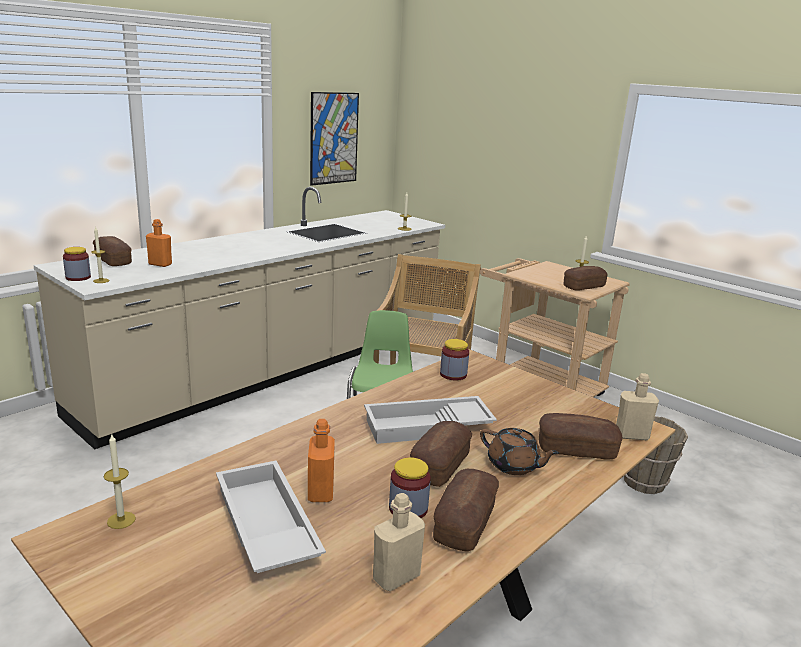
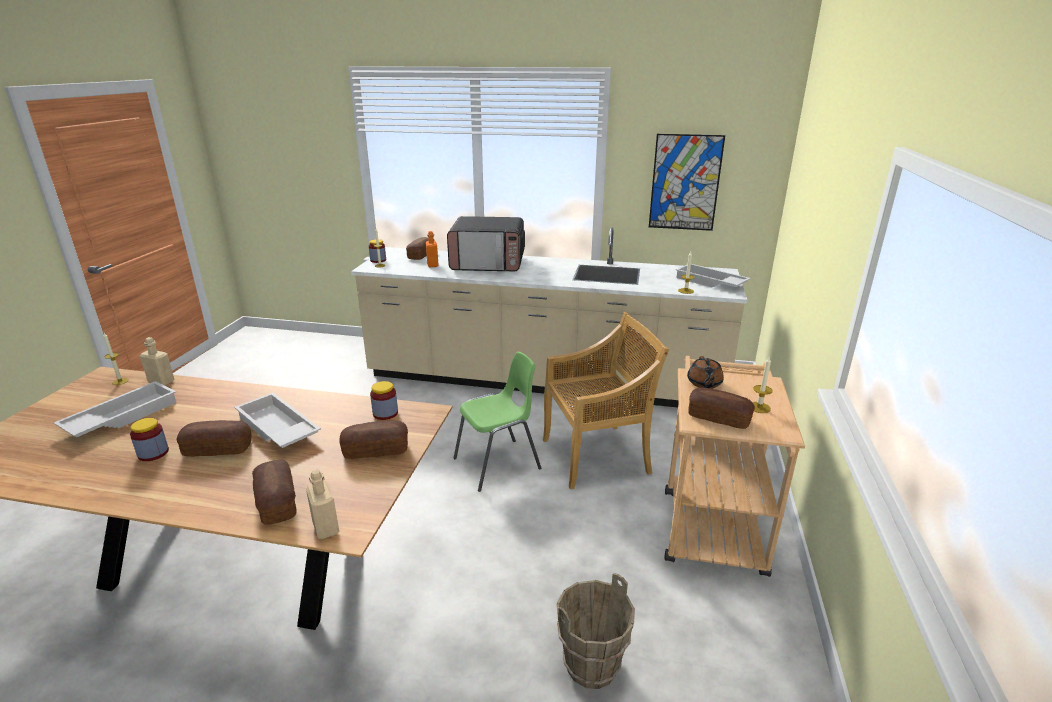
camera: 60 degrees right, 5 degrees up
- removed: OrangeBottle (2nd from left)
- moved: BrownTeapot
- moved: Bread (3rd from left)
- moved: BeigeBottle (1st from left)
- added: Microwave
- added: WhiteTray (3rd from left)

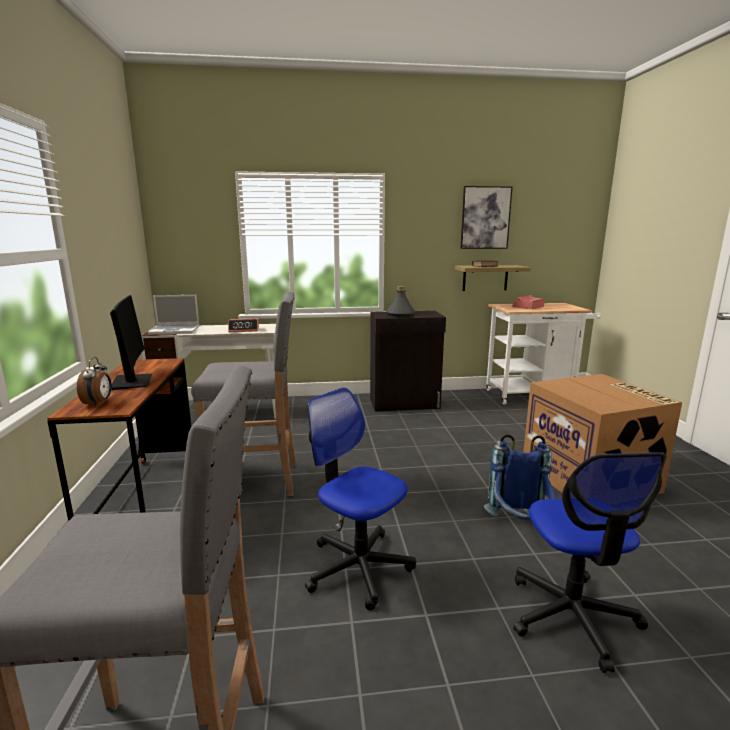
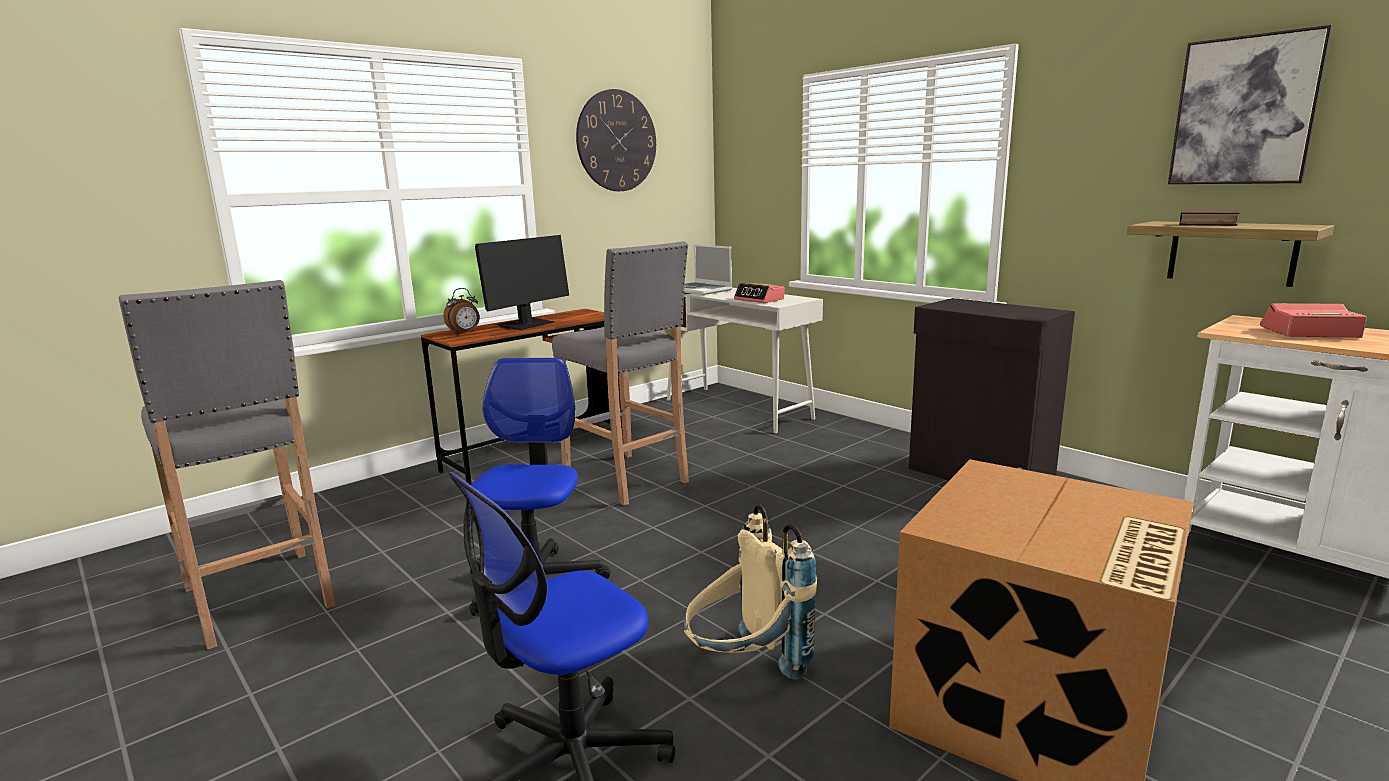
camera: 55 degrees right, 0 degrees up
- removed: GreyBottle
- recoloured: BlueBackpack to BeigeBackpack
- added: WallClock

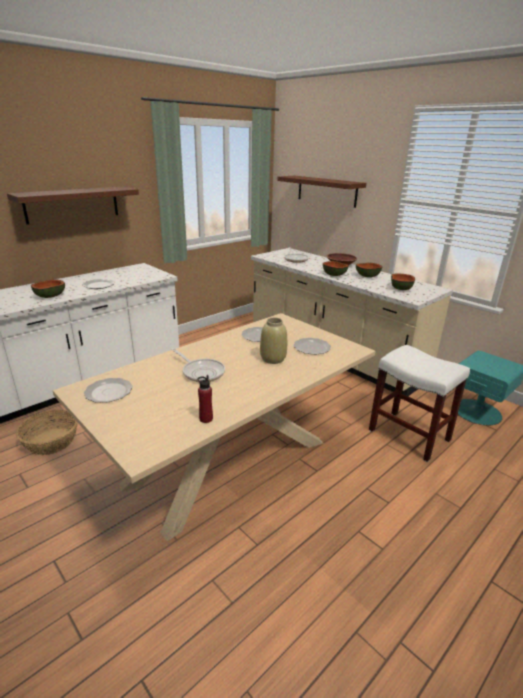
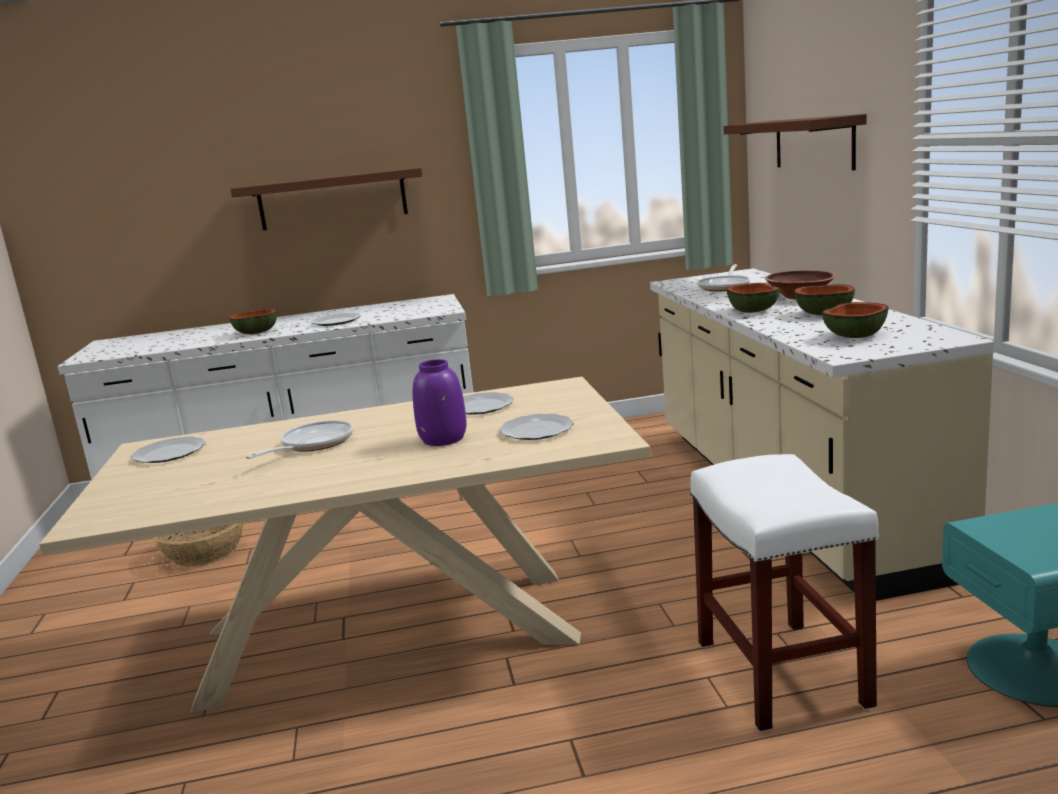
camera: 35 degrees right, 10 degrees down
- recoloured: BeigeVase to PurpleVase
- turned: FryingPan (1st from left) 135 degrees counterclockwise
- removed: RedBottle

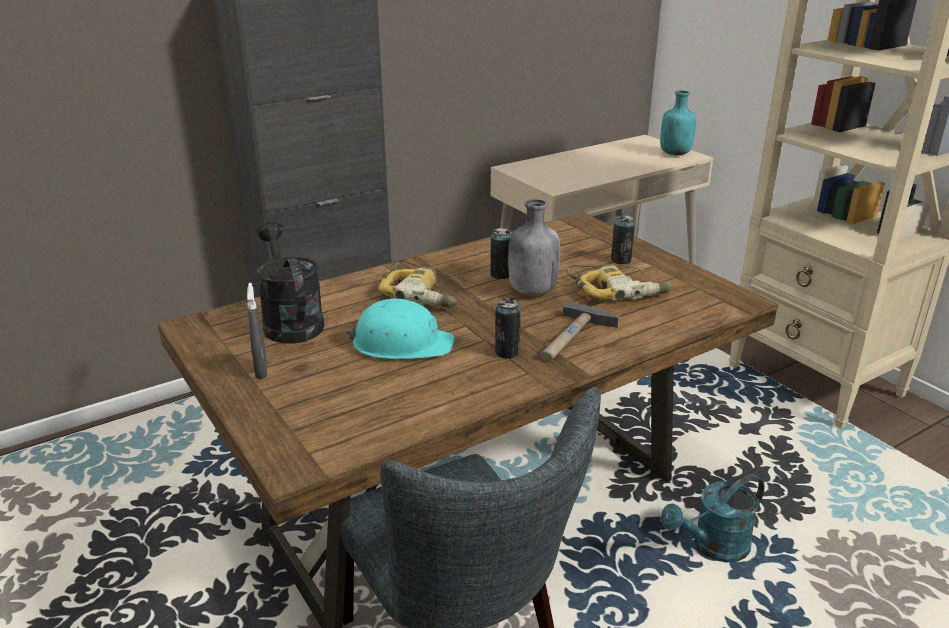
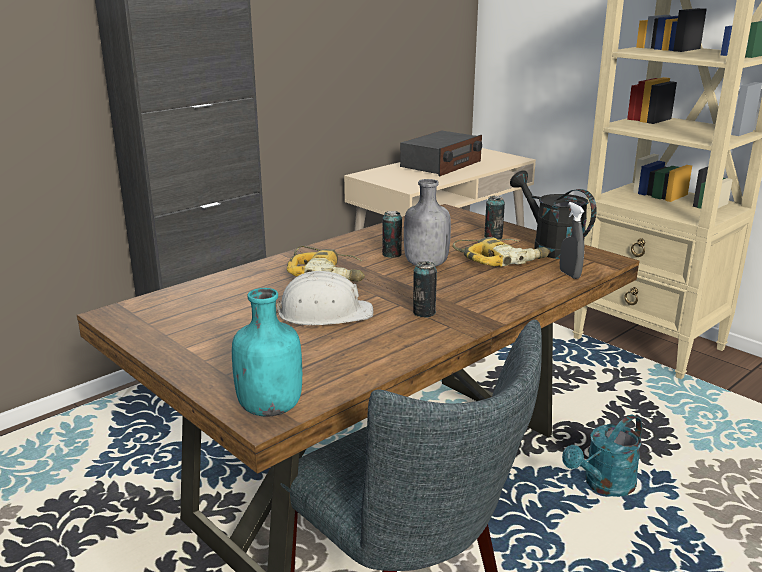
camera: 10 degrees left, 5 degrees down
- moved: TurquoiseBottle
- moved: BlackWateringCan
- moved: GreySprayBottle
- recoloured: TurquoiseHardHat to WhiteHardHat
- removed: Hammer
- added: Radio

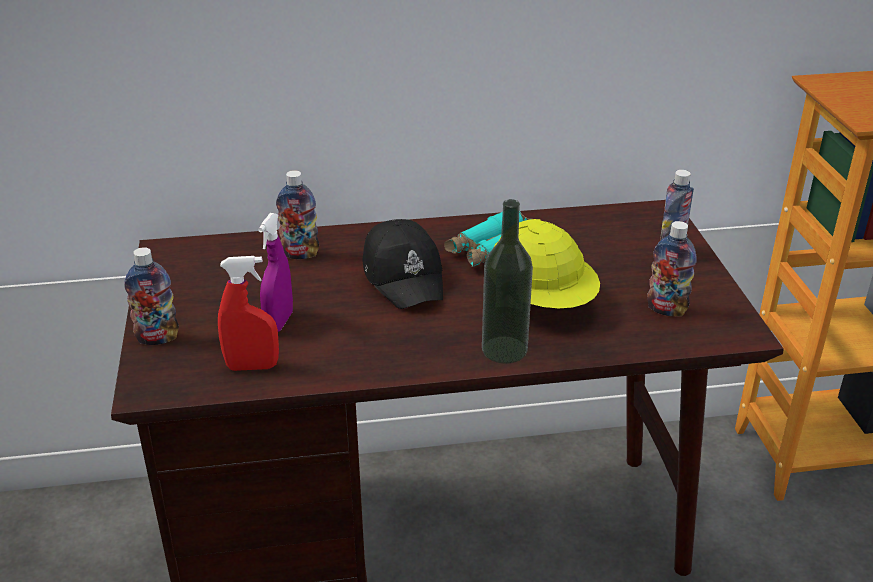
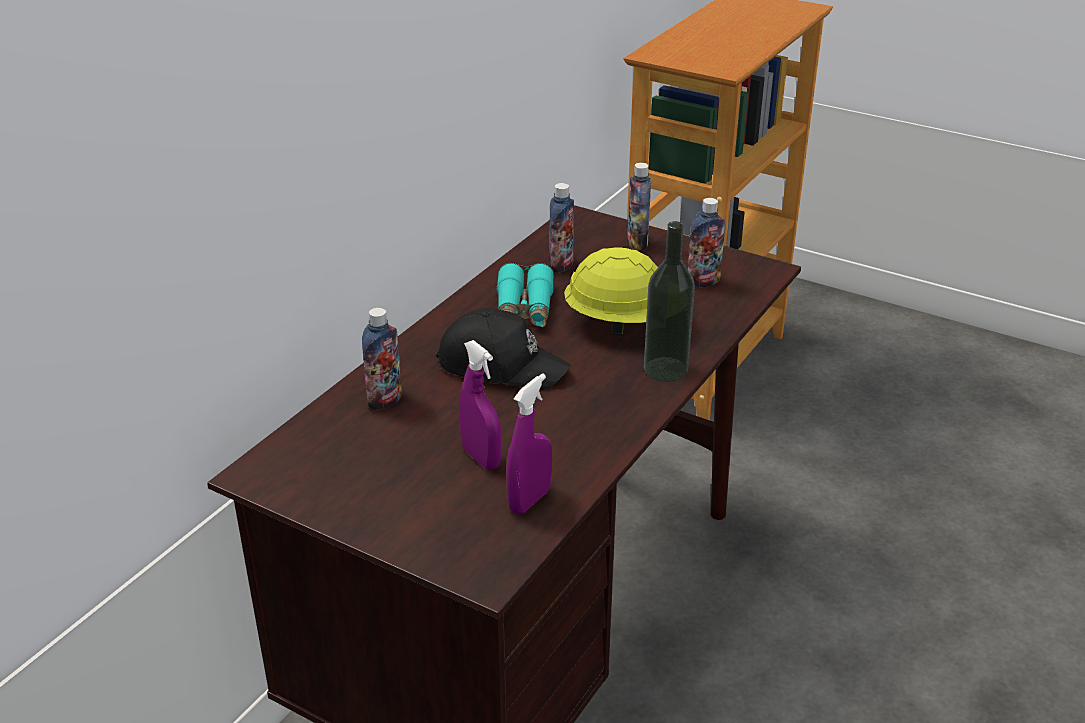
camera: 50 degrees left, 0 degrees up
- moved: Bottle (1st from left in the first image) to Bottle (2nd from left)
- recoloured: RedSprayBottle to PurpleSprayBottle (2nd from left)

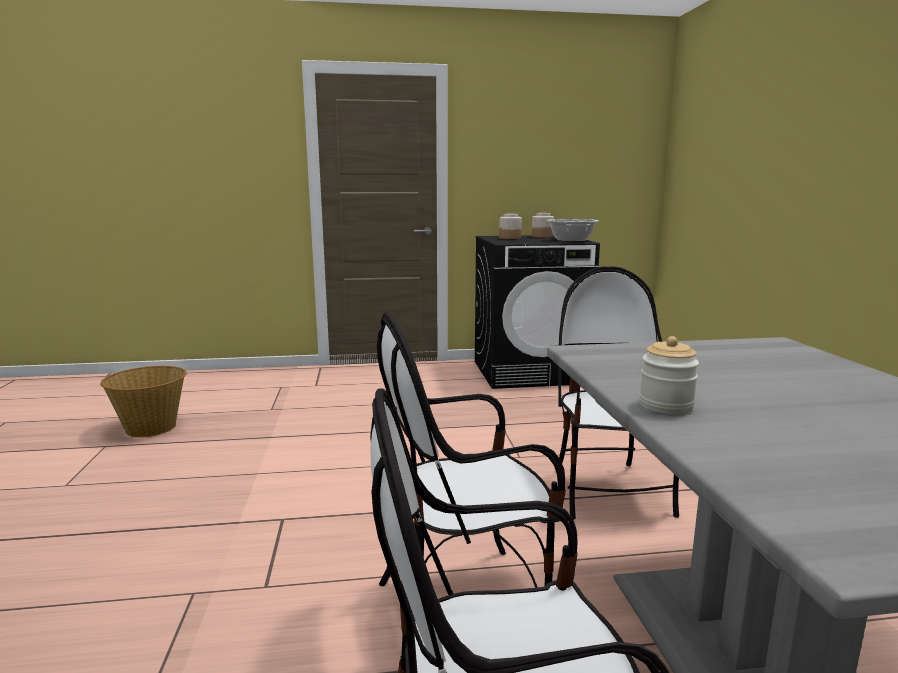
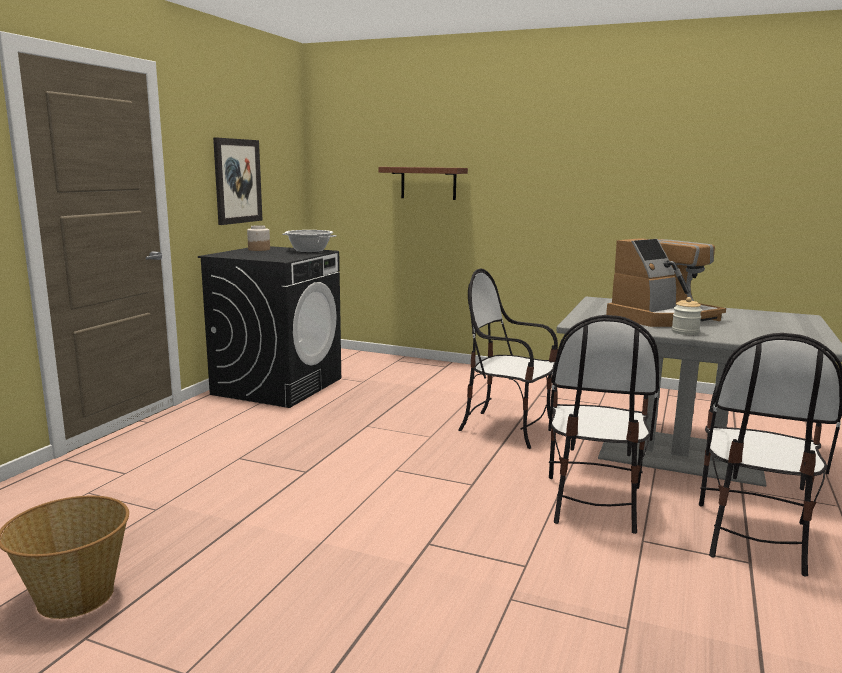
camera: 60 degrees left, 0 degrees up
- removed: Jar (1st from left)
- added: Picture
- added: BrownShelf
- added: CoffeeMachine

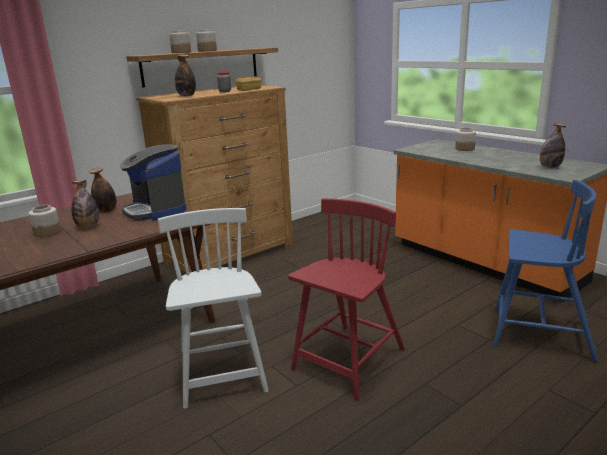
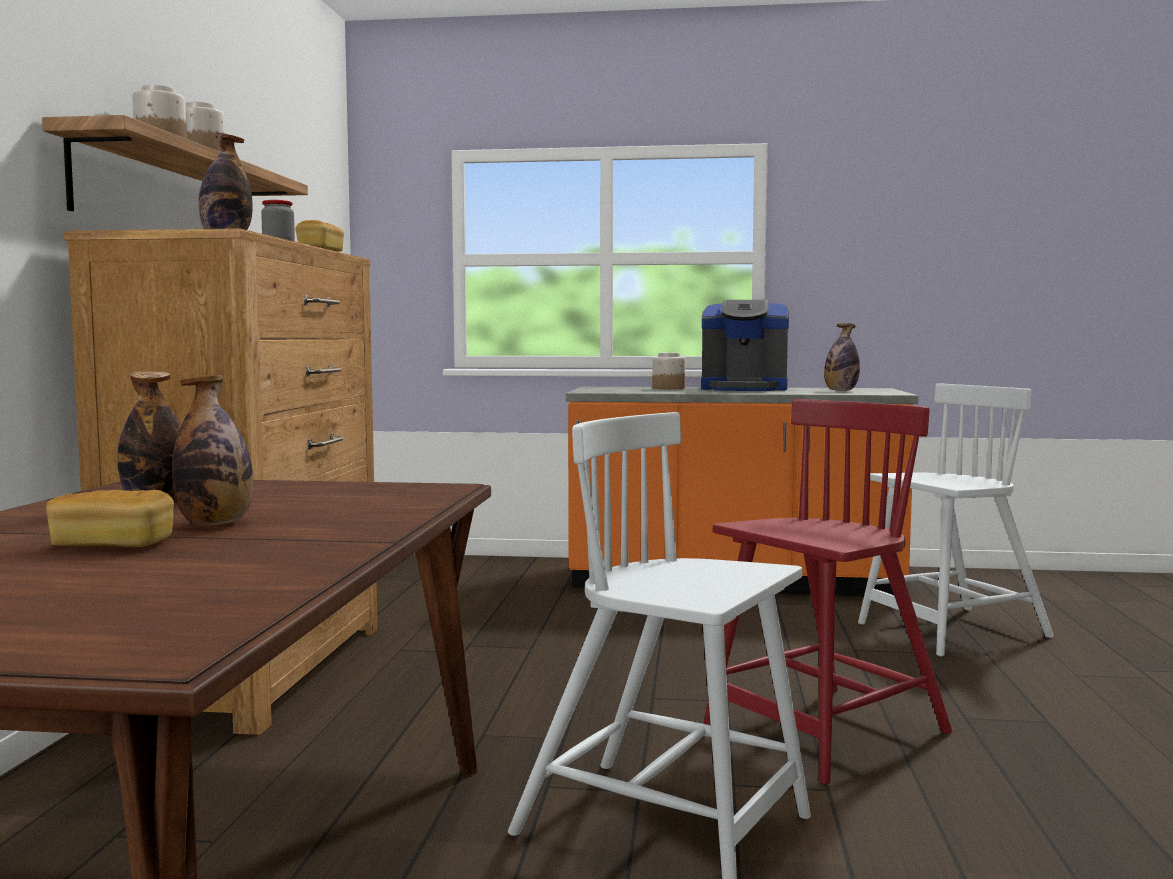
camera: 45 degrees left, 15 degrees down
- moved: CoffeeMachine
- recoloured: BlueChair to WhiteChair (2nd from left)
- turned: RedChair 60 degrees clockwise
- replaced: Jar (1st from left) to Bread (1st from left)

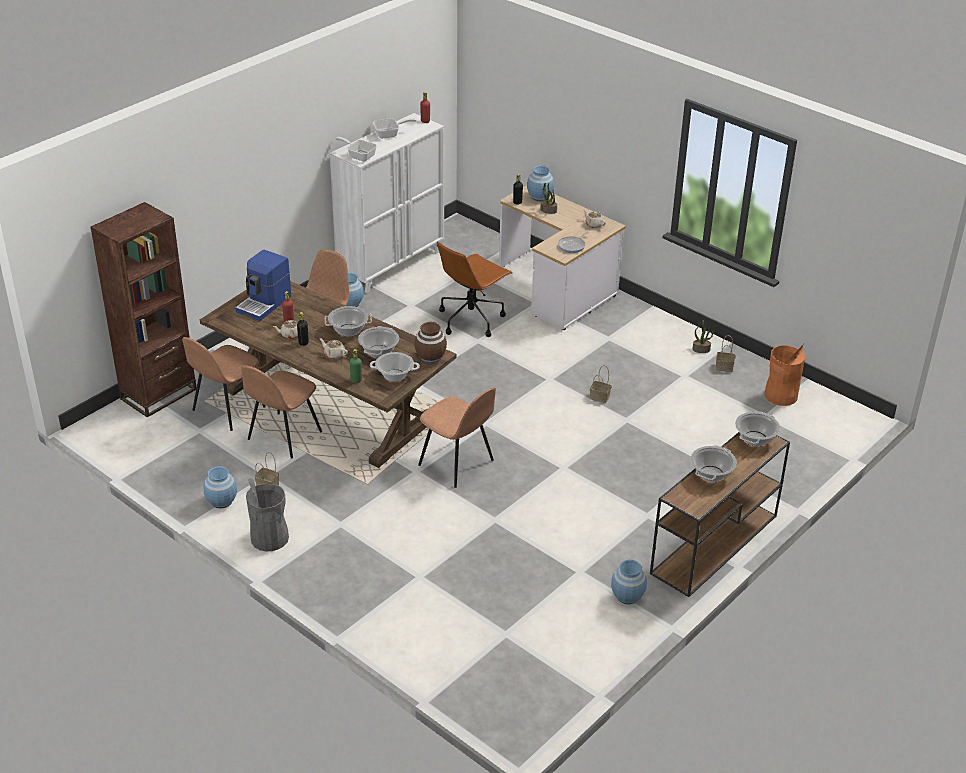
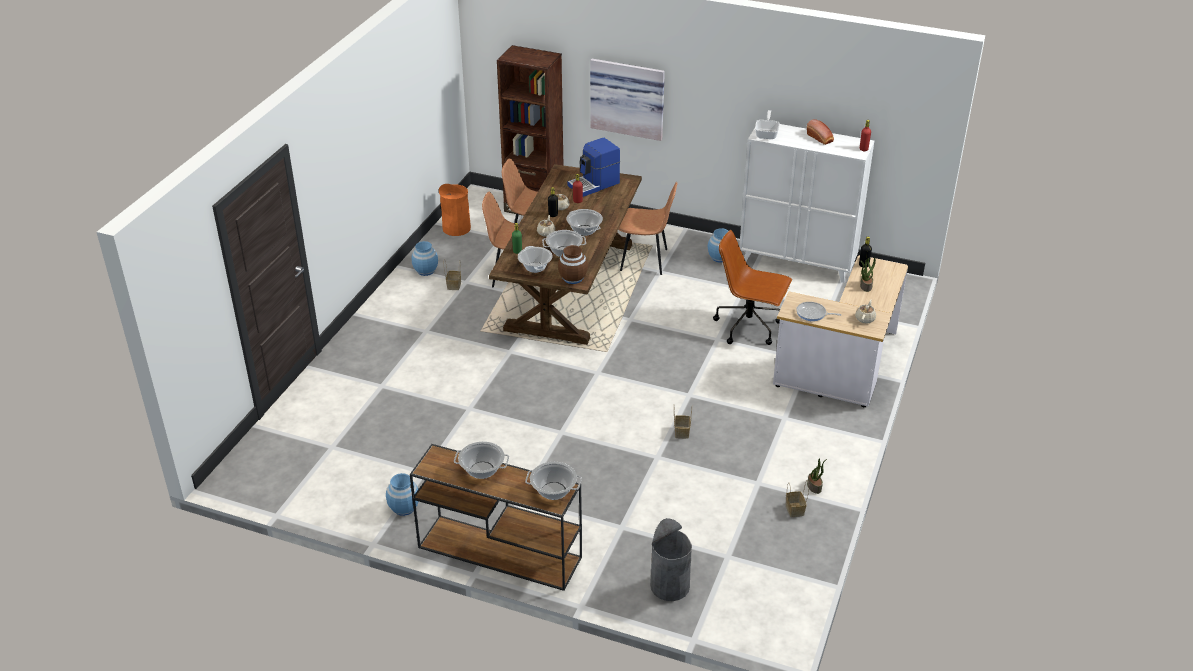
camera: 70 degrees right, 0 degrees up
- replaced: FryingPan (2nd from left) to Bread
- removed: BlueVase (3rd from left)
- turned: CoffeeMachine 45 degrees counterclockwise
- moved: OrangeTrashCan
- removed: BrownChair (4th from left)
- moved: GreyTrashCan
- added: Picture

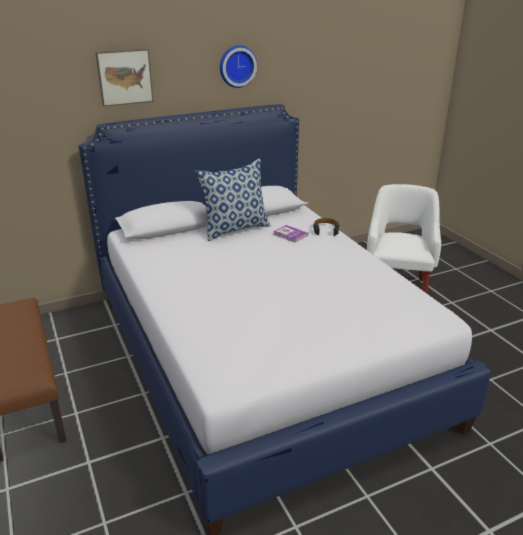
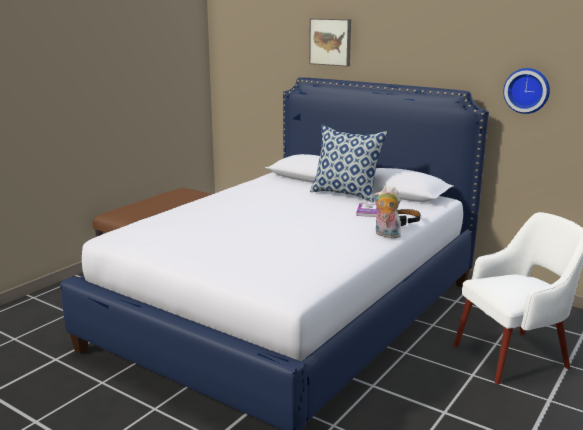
camera: 60 degrees right, 10 degrees down
- moved: WallClock
- added: PlushToy

